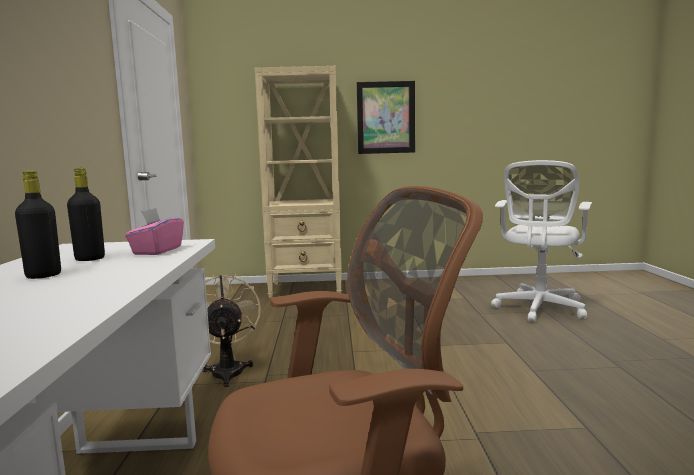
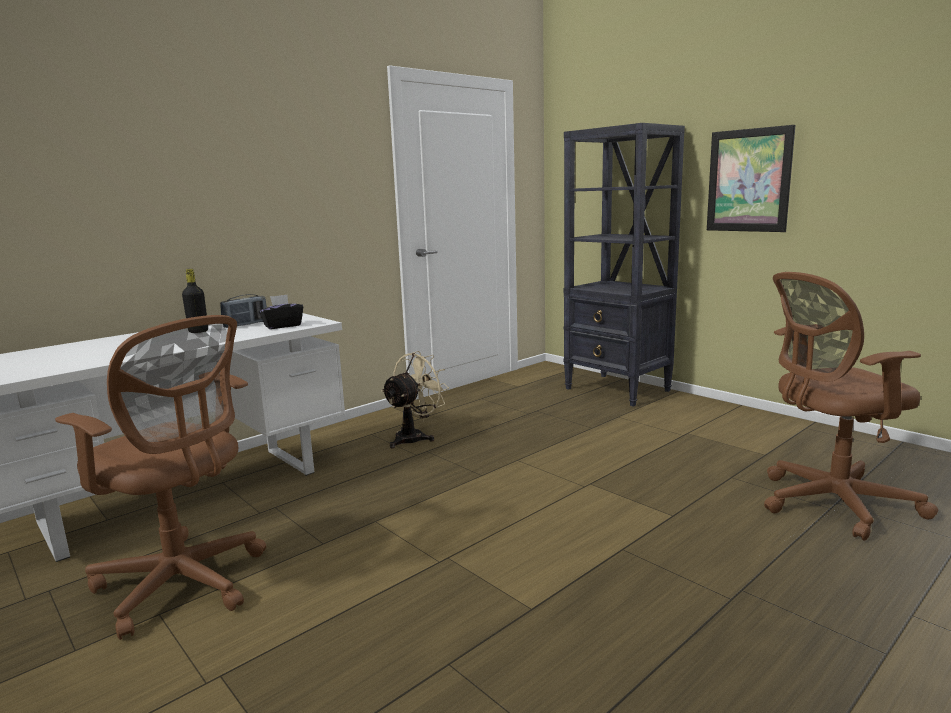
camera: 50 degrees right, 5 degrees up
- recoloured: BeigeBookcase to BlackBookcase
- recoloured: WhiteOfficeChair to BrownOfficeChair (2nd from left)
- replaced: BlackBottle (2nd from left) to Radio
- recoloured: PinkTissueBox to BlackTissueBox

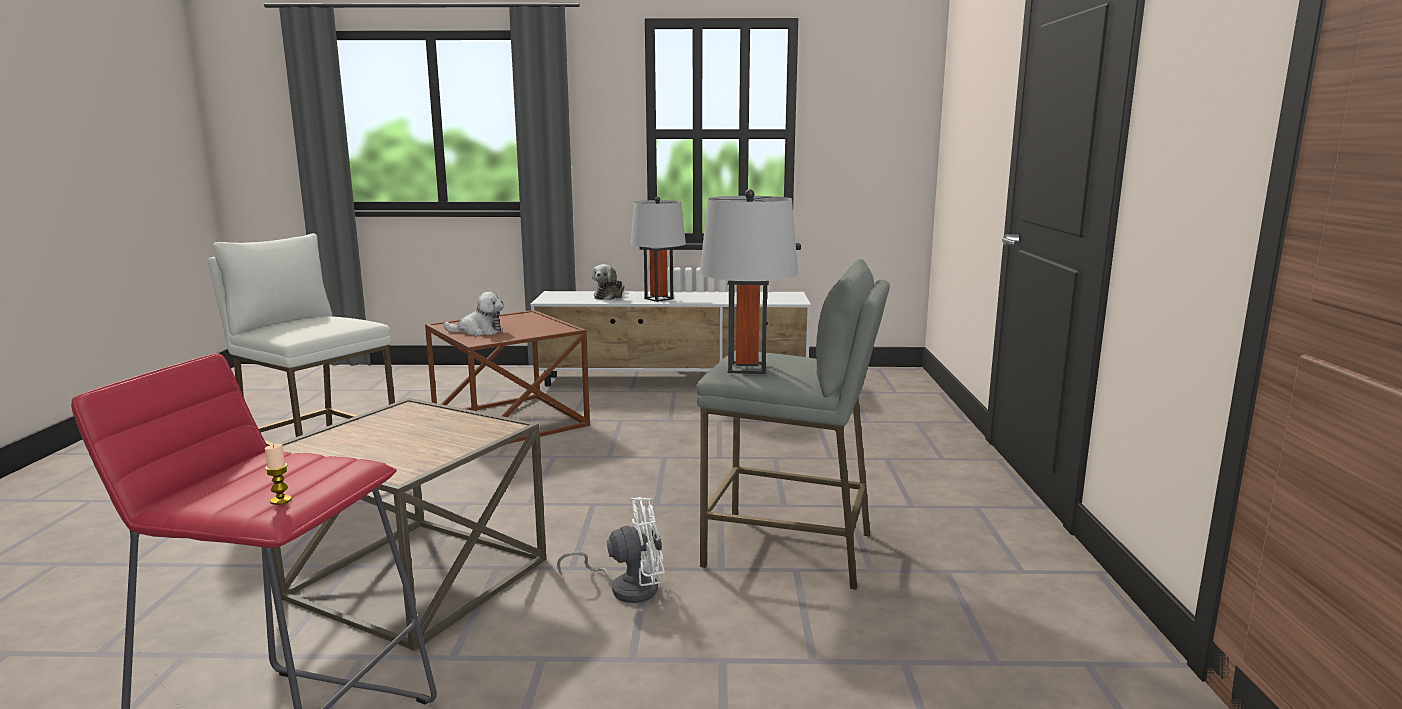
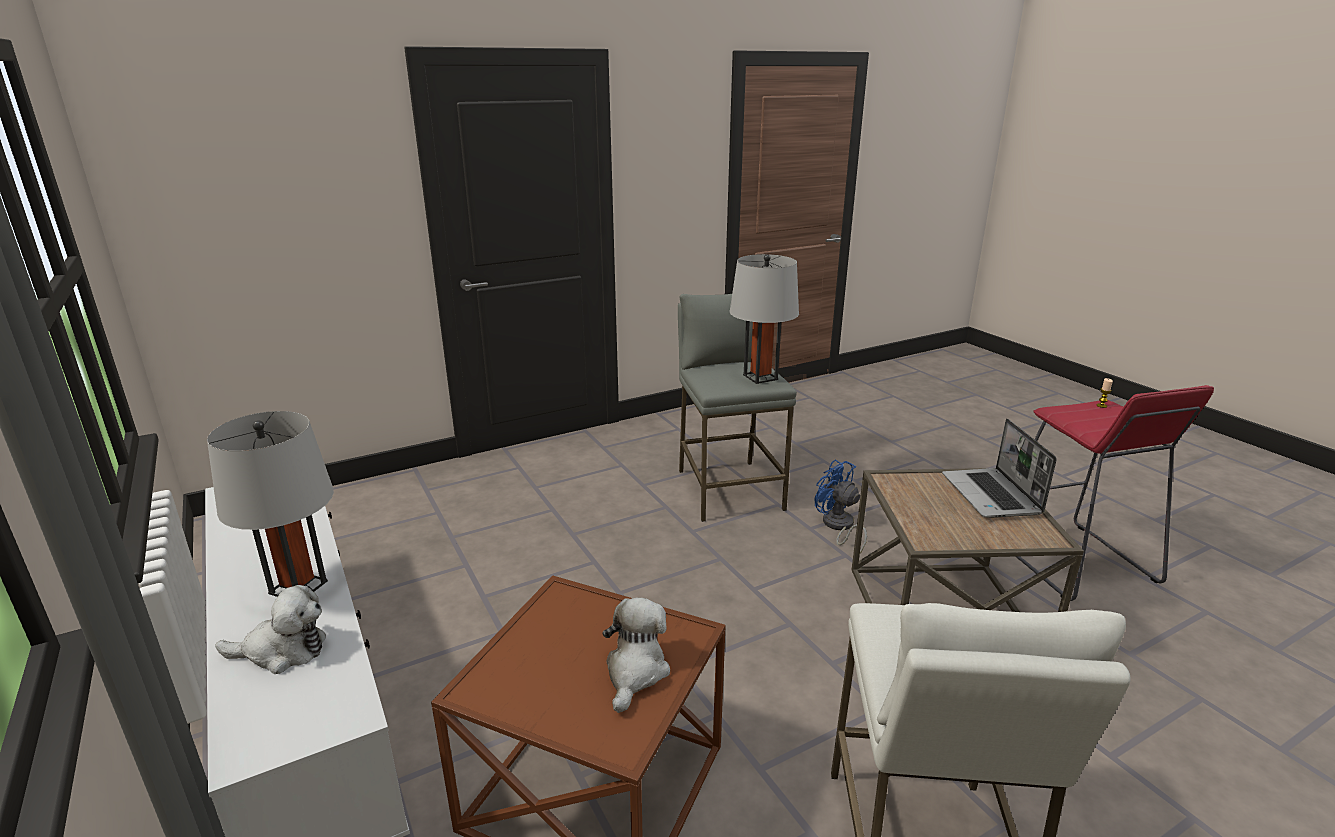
camera: 120 degrees left, 10 degrees up
- turned: PlushToy (1st from left in the first image) 45 degrees clockwise
- recoloured: WhiteFan to BlueFan
- added: Laptop

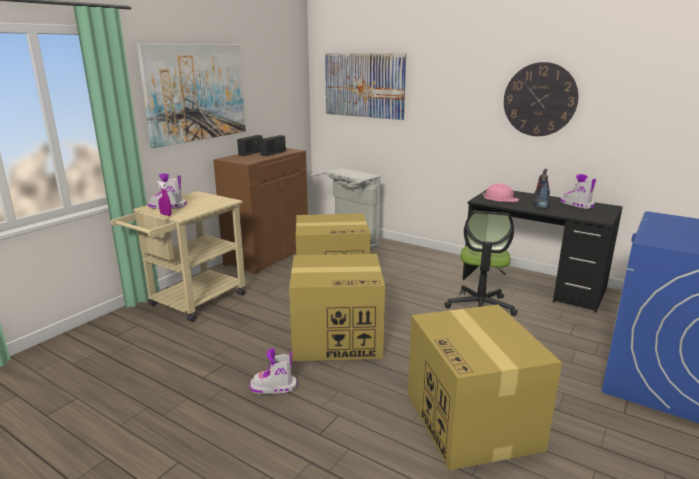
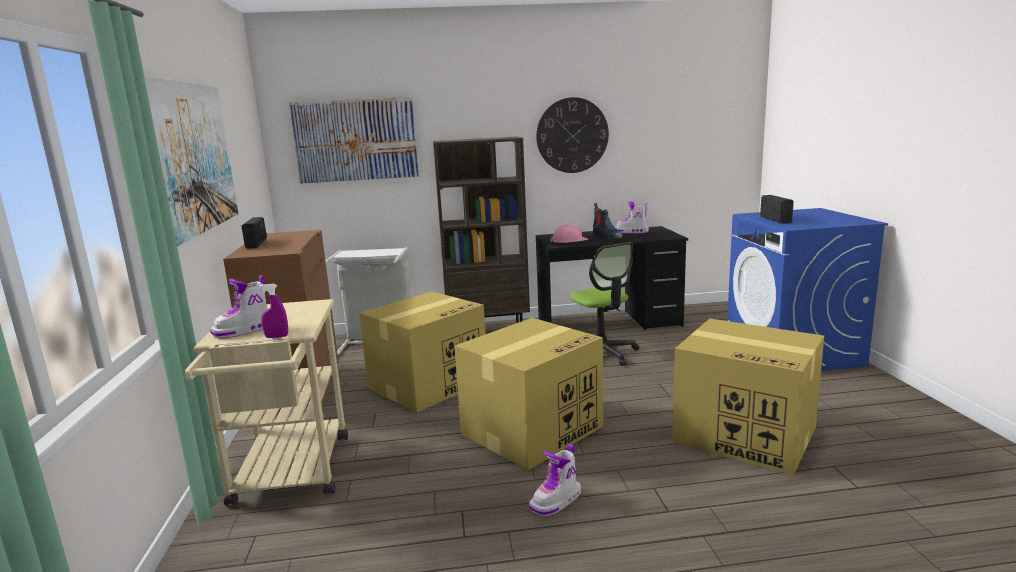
camera: 40 degrees left, 5 degrees down
- moved: Radio (2nd from left)
- added: BrownBookcase

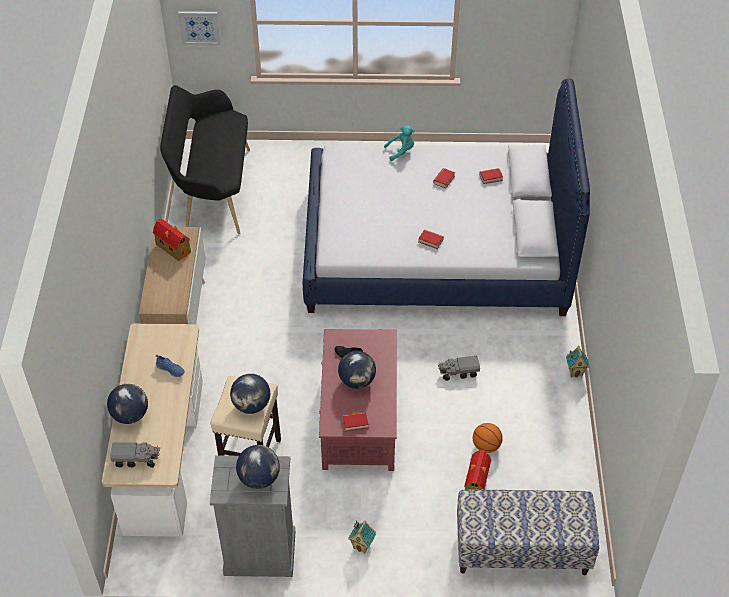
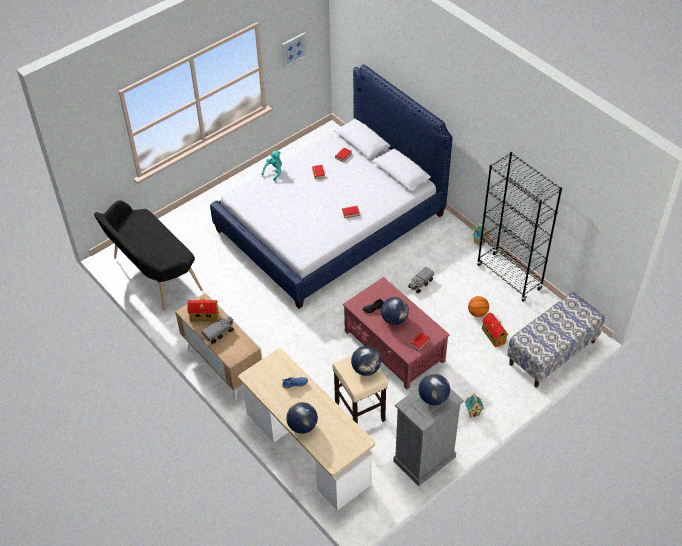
camera: 40 degrees left, 0 degrees up
- moved: Picture
- moved: ToyTruck (1st from left)
- added: BlackBookcase

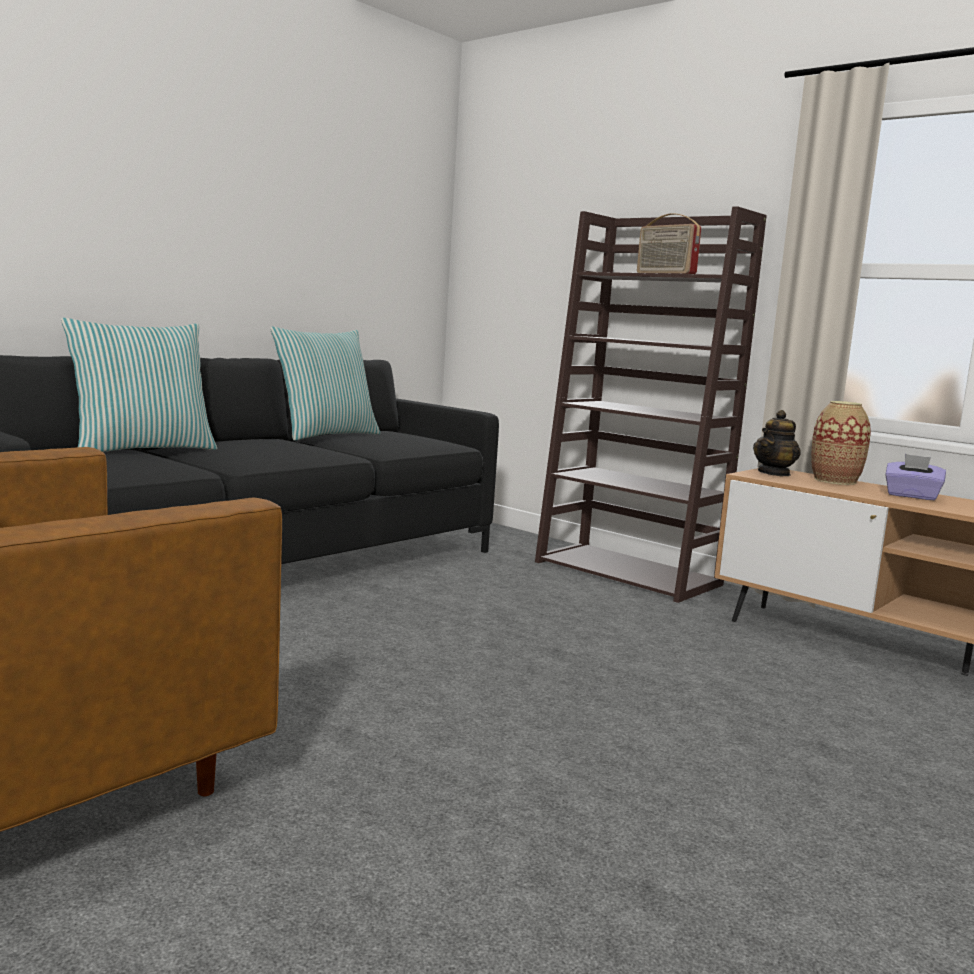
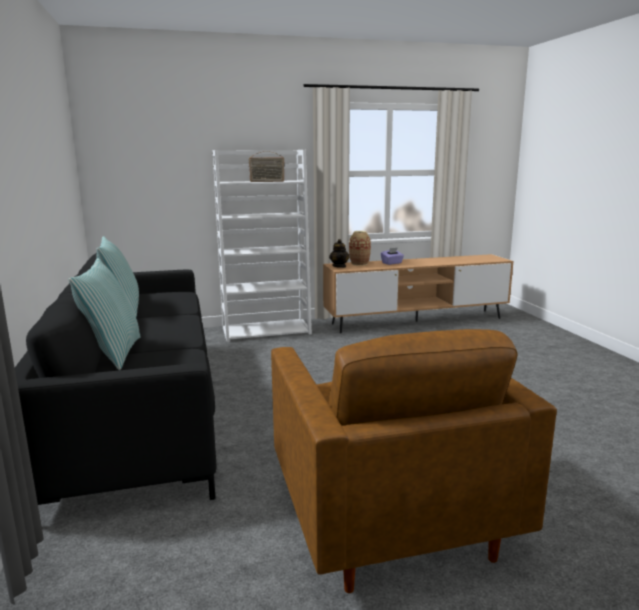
camera: 55 degrees left, 5 degrees up
- recoloured: BrownBookcase to WhiteBookcase

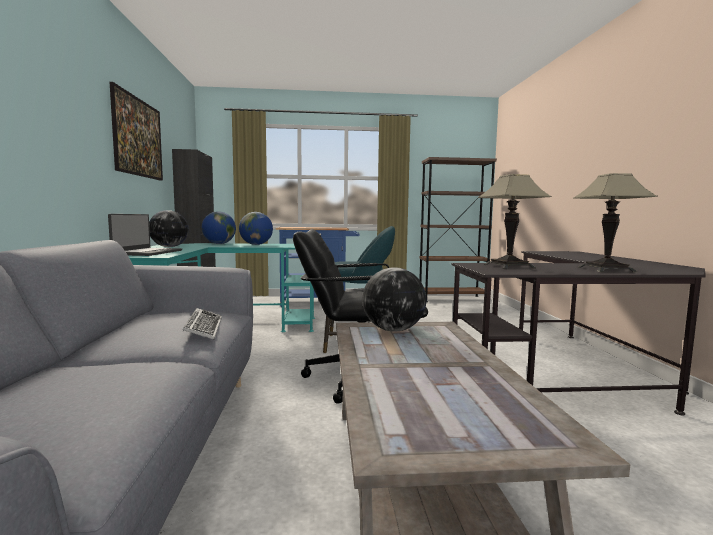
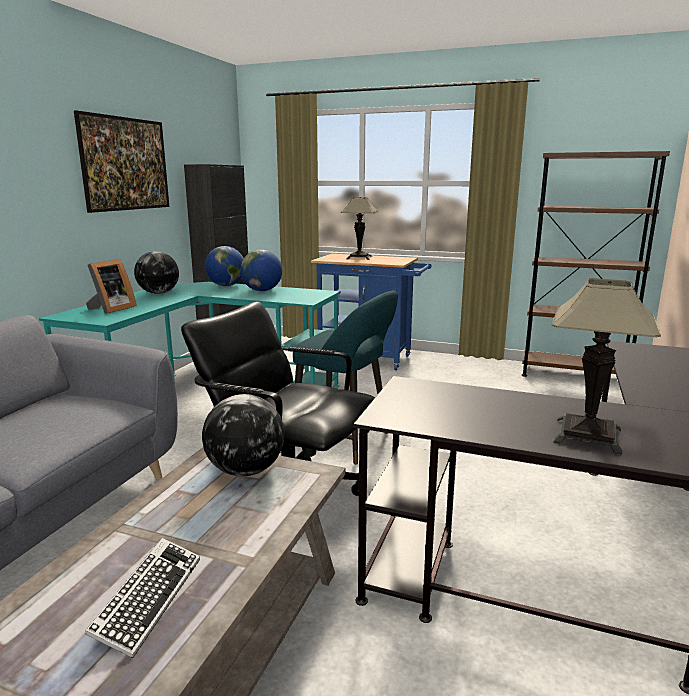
camera: 25 degrees right, 10 degrees up
- moved: TableLamp (1st from left)
- replaced: Laptop to PictureFrame
- moved: Keyboard

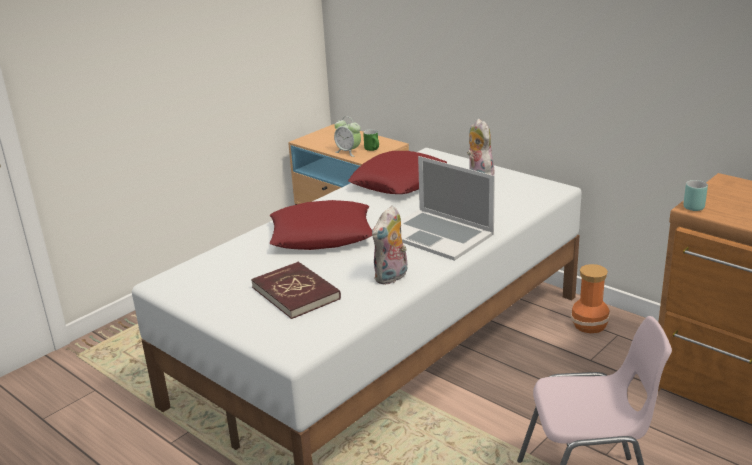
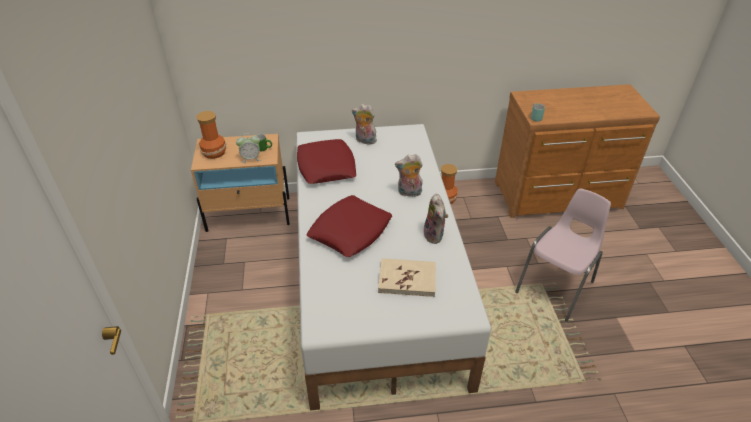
camera: 50 degrees left, 15 degrees up
- replaced: Laptop to PlushToy (2nd from left)
- recoloured: RedBook to BeigeBook
- added: Vase (1st from left)

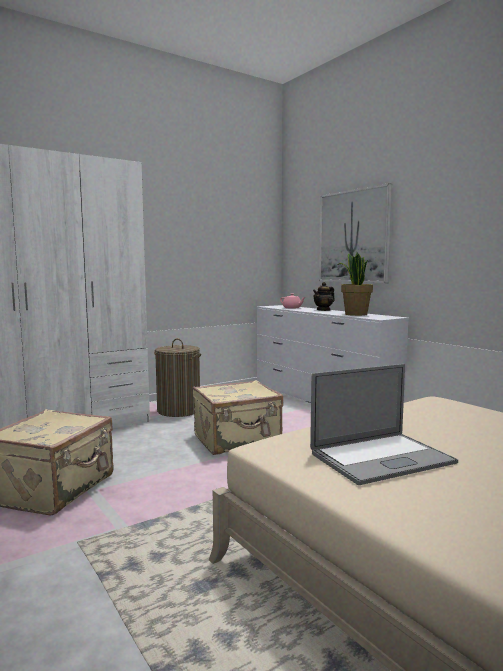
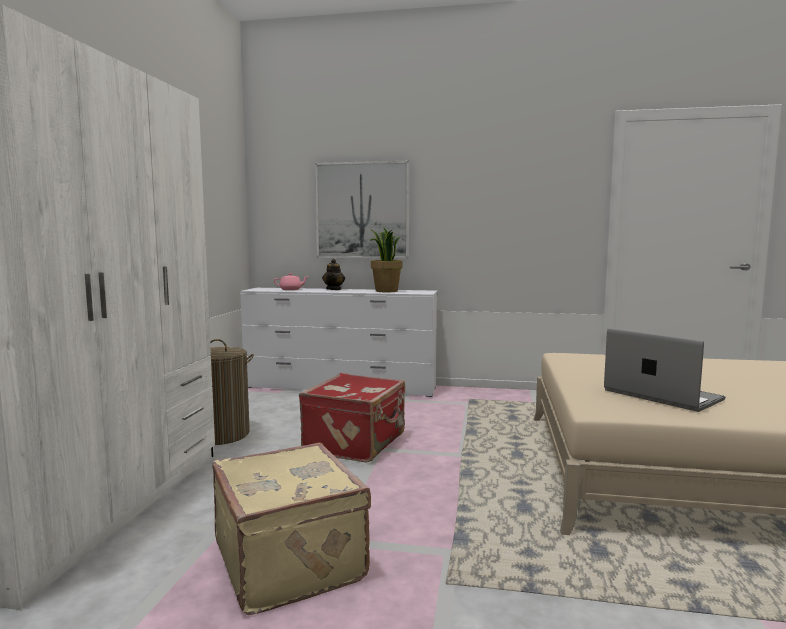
camera: 45 degrees left, 0 degrees up
- turned: Laptop 60 degrees counterclockwise
- recoloured: BeigeSuitcase (2nd from left) to RedSuitcase

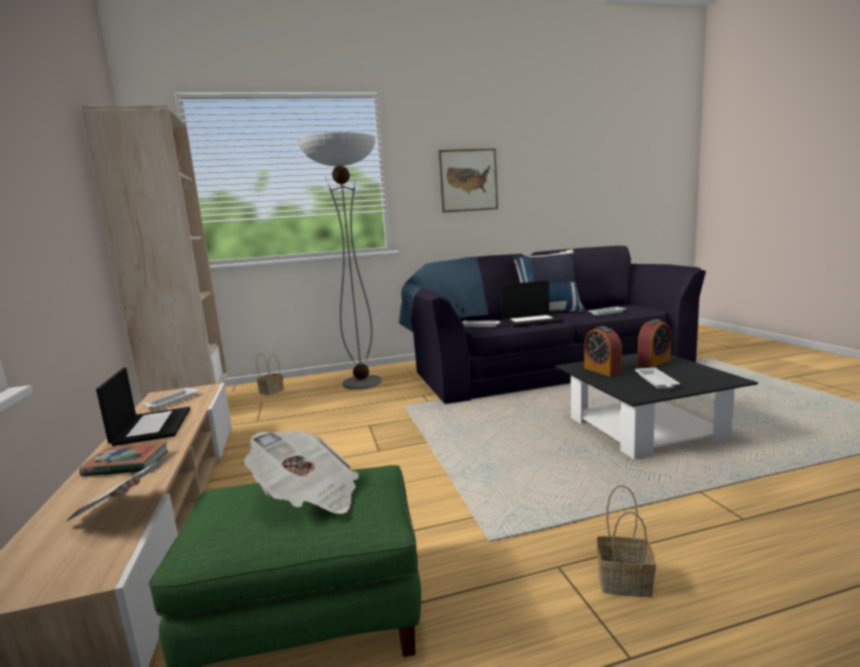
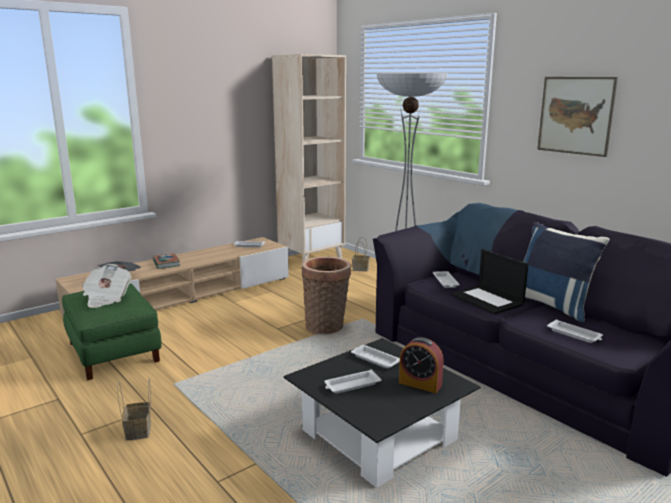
camera: 65 degrees right, 5 degrees up
- replaced: AlarmClock (1st from left) to WhiteTray (3rd from left)
- removed: Laptop (1st from left)
- added: Basket (2nd from left)

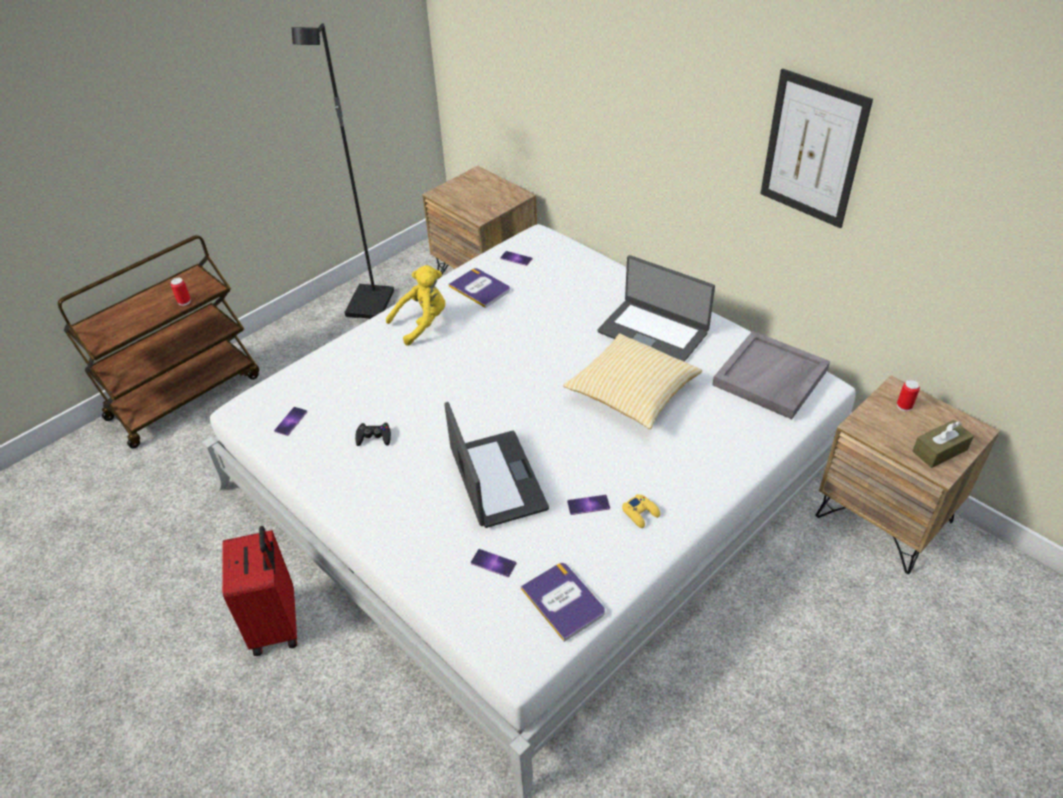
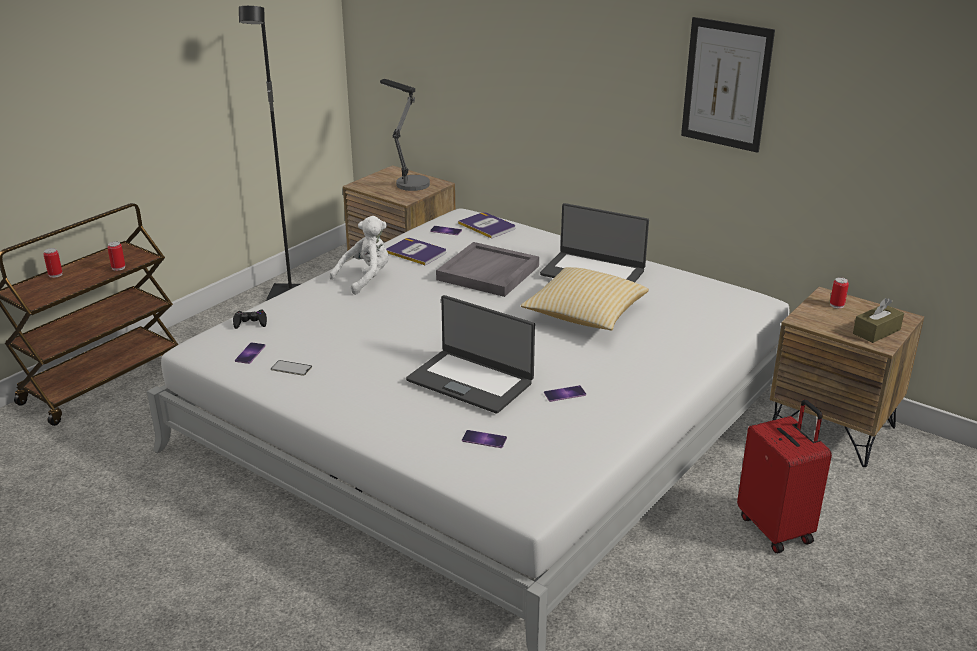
camera: 10 degrees left, 15 degrees down
- recoloured: YellowPlushToy to WhitePlushToy
- moved: GreyTray
- turned: Laptop (1st from left) 150 degrees clockwise
- moved: BlackGameController
- removed: YellowGameController
- moved: RedSuitcase
- moved: Book (2nd from left)
- added: TableLamp
- added: Can (1st from left)
- added: Phone (2nd from left)

